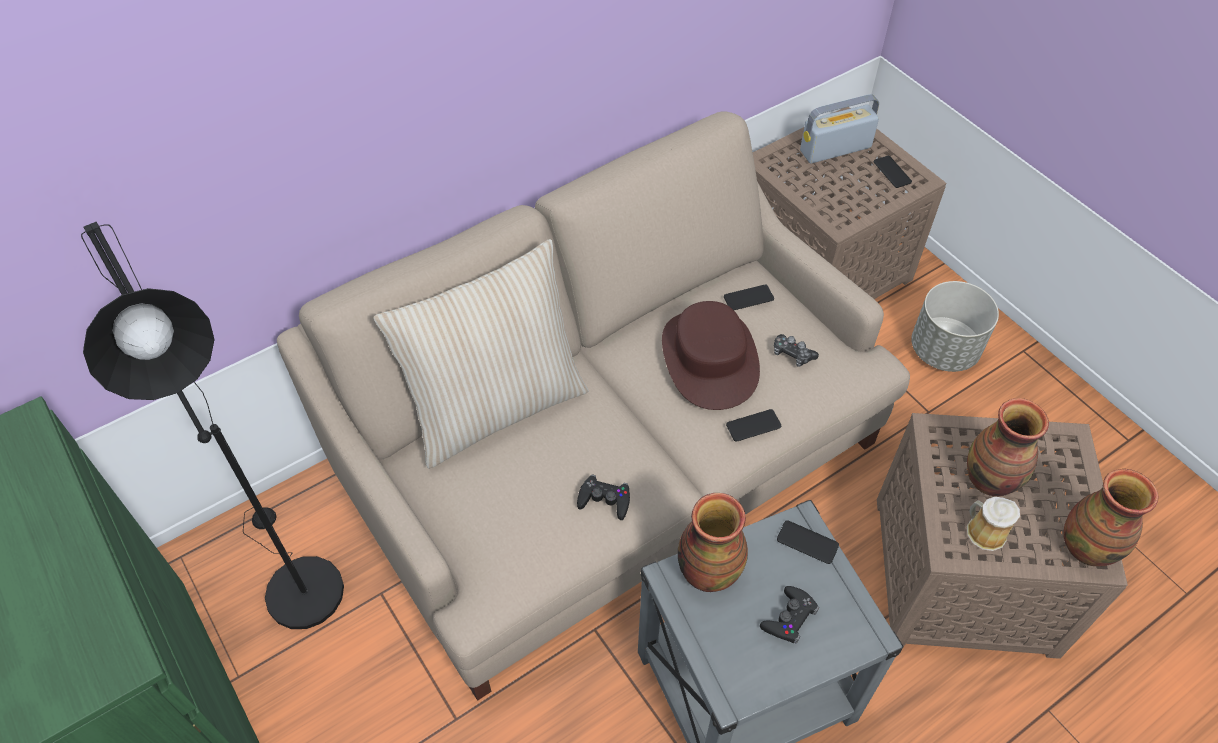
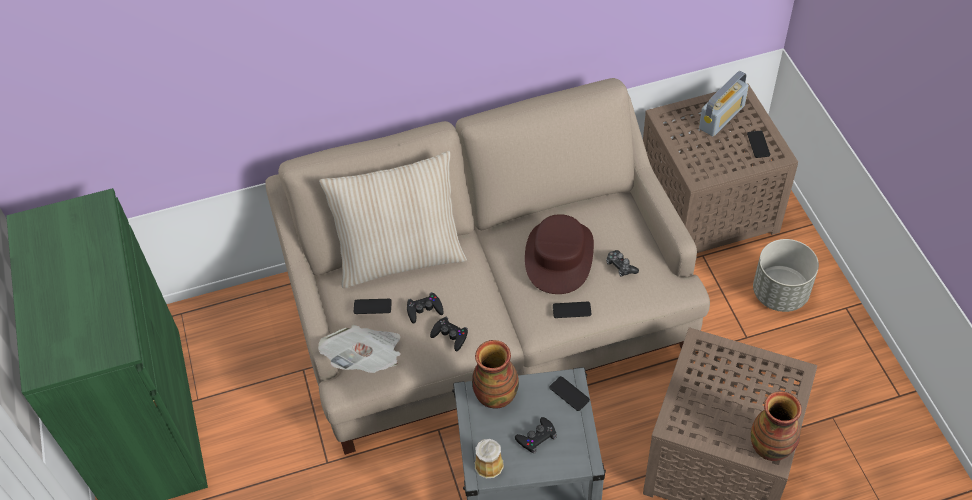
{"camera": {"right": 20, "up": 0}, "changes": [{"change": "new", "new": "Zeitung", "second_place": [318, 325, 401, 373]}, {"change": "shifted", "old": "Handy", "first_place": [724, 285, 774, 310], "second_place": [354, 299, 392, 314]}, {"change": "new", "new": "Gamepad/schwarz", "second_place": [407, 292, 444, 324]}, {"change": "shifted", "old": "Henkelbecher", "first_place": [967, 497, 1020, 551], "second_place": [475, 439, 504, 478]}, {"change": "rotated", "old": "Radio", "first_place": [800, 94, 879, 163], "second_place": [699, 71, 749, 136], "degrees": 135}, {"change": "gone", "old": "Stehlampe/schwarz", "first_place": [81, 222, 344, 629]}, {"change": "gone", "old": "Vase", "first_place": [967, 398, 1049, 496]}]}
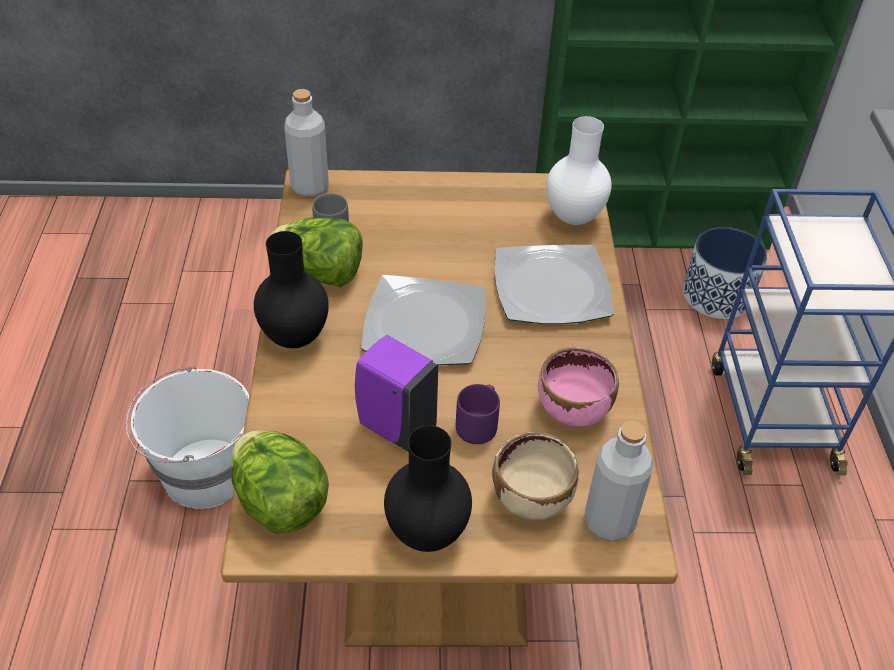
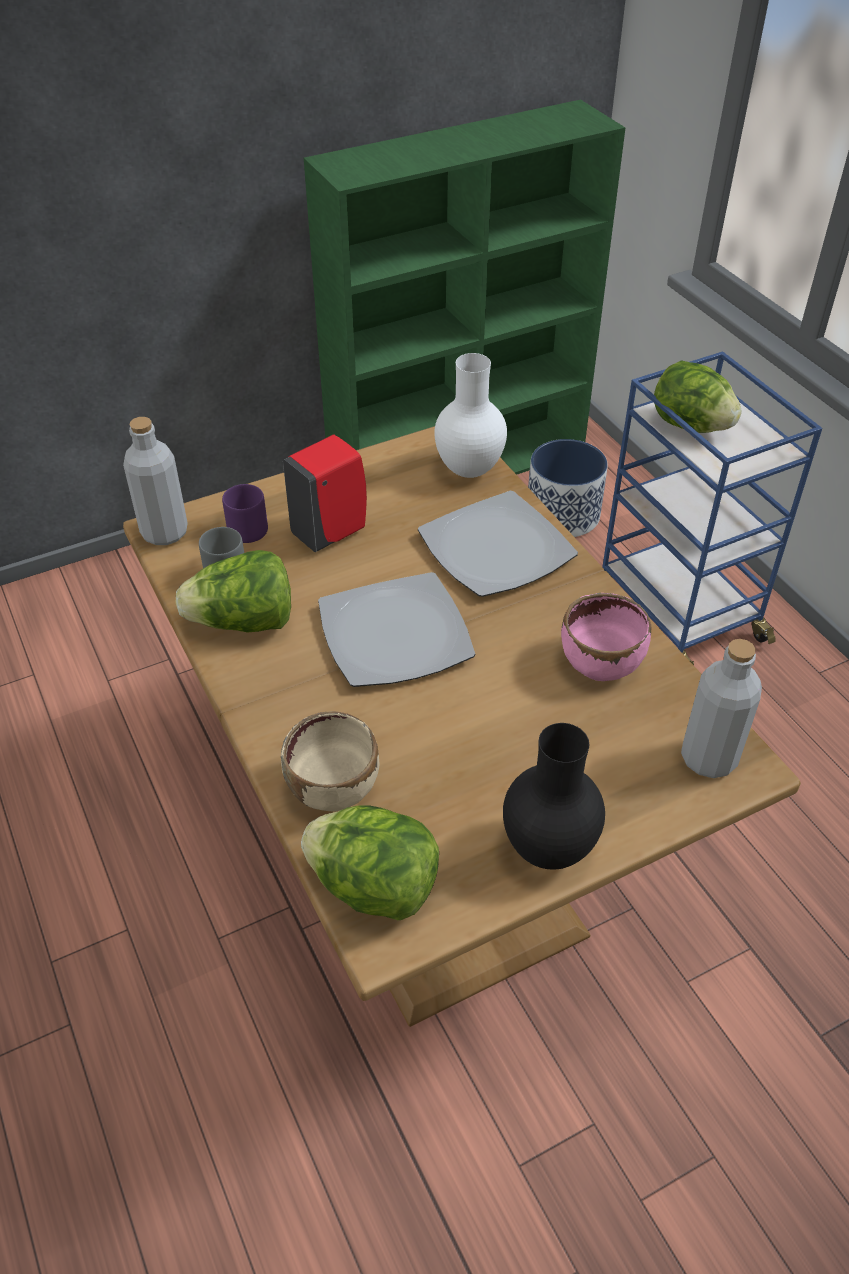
{"camera": {"right": -25, "up": 0}, "changes": [{"change": "shifted", "old": "Henkelbecher/lila", "first_place": [456, 384, 500, 444], "second_place": [222, 484, 268, 543]}, {"change": "shifted", "old": "Schüssel/beige", "first_place": [492, 432, 579, 520], "second_place": [281, 711, 379, 811]}, {"change": "new", "new": "Seifenspender/rot", "second_place": [283, 435, 367, 552]}, {"change": "new", "new": "Salatkopf", "second_place": [654, 360, 742, 433]}, {"change": "gone", "old": "Eimer/weiß", "first_place": [126, 366, 249, 509]}, {"change": "gone", "old": "Vase/schwarz", "first_place": [254, 231, 329, 348]}, {"change": "gone", "old": "Seifenspender/lila", "first_place": [355, 335, 439, 452]}]}
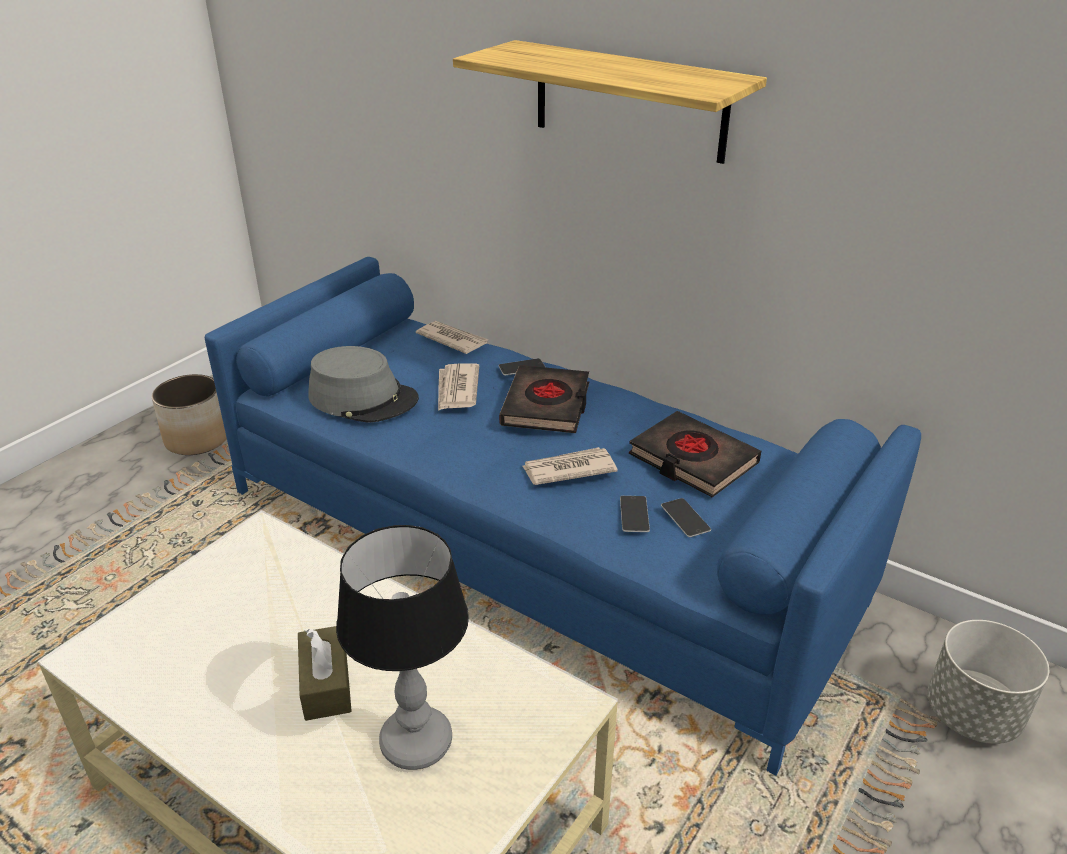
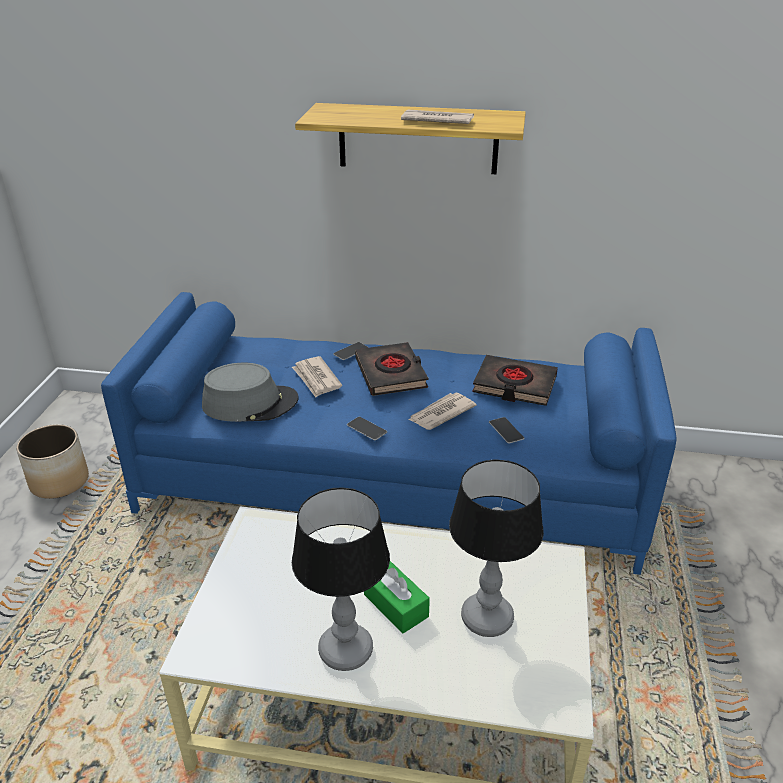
{"camera": {"right": -25, "up": 0}, "changes": [{"change": "new", "new": "Tischlampe", "second_place": [292, 487, 390, 671]}, {"change": "shifted", "old": "Handy", "first_place": [661, 498, 711, 537], "second_place": [347, 417, 387, 441]}, {"change": "repainted", "old": "Taschentuchbox/braun", "new": "Taschentuchbox/grün", "first_place": [298, 626, 352, 721], "second_place": [364, 561, 430, 634]}, {"change": "shifted", "old": "Zeitung", "first_place": [416, 321, 488, 354], "second_place": [401, 109, 474, 124]}, {"change": "gone", "old": "Pflanzkübel/grau", "first_place": [927, 620, 1049, 744]}]}
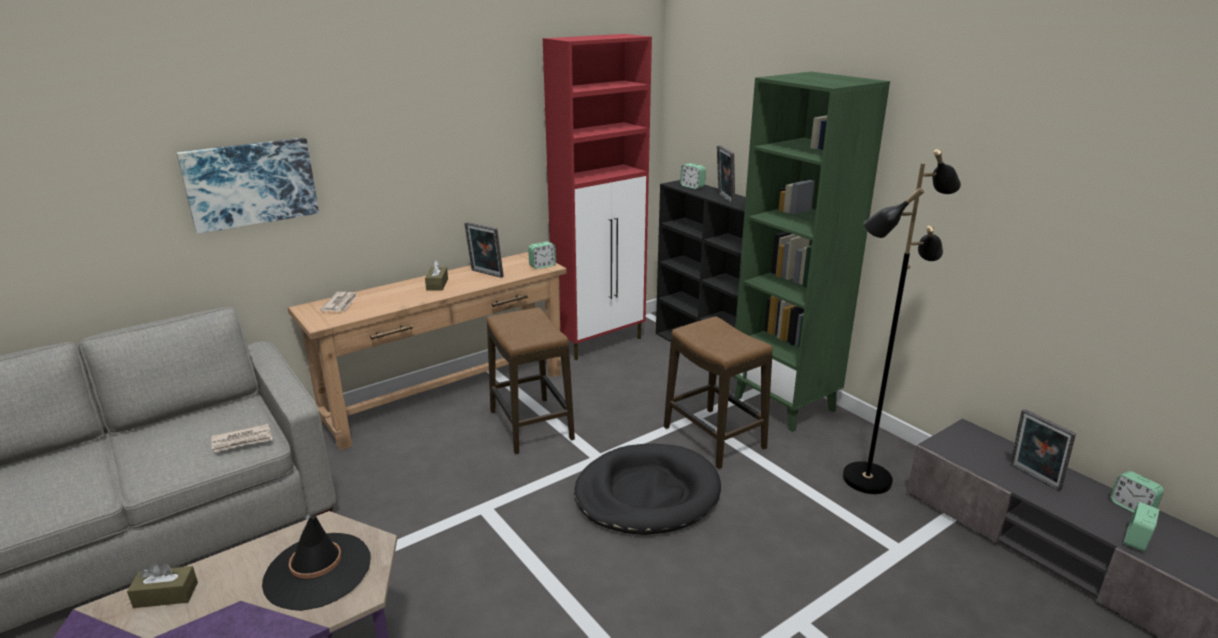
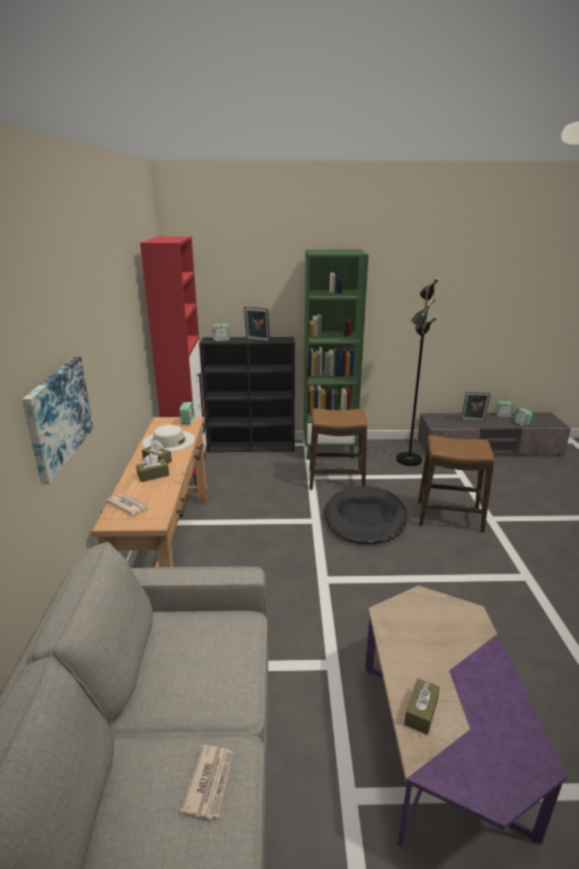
{"camera": {"right": -55, "up": 0}, "changes": [{"change": "new", "new": "Taschentuchbox/braun", "second_place": [136, 453, 169, 482]}, {"change": "swapped", "old": "Bilderrahmen", "new": "Hut/weiß", "first_place": [464, 222, 504, 278], "second_place": [142, 425, 195, 452]}, {"change": "shifted", "old": "Zeitung", "first_place": [212, 424, 272, 452], "second_place": [180, 745, 233, 819]}, {"change": "shifted", "old": "Hocker", "first_place": [486, 307, 575, 454], "second_place": [418, 435, 494, 532]}, {"change": "gone", "old": "Hut/schwarz", "first_place": [262, 515, 371, 611]}]}
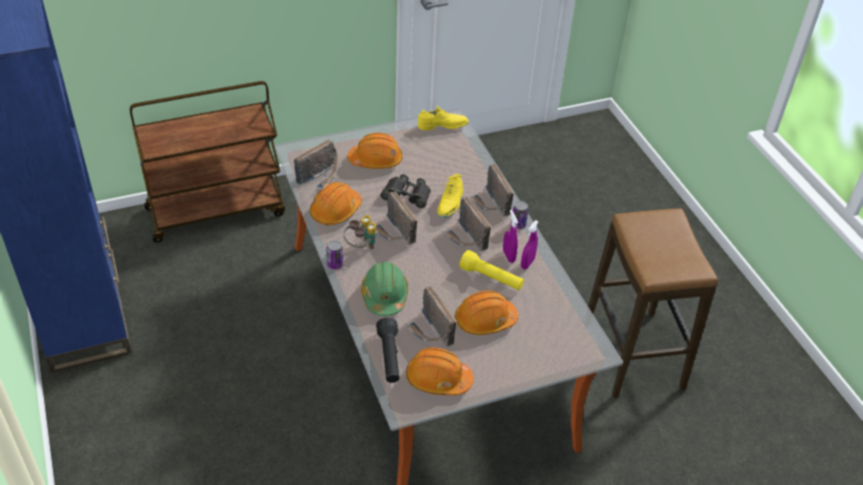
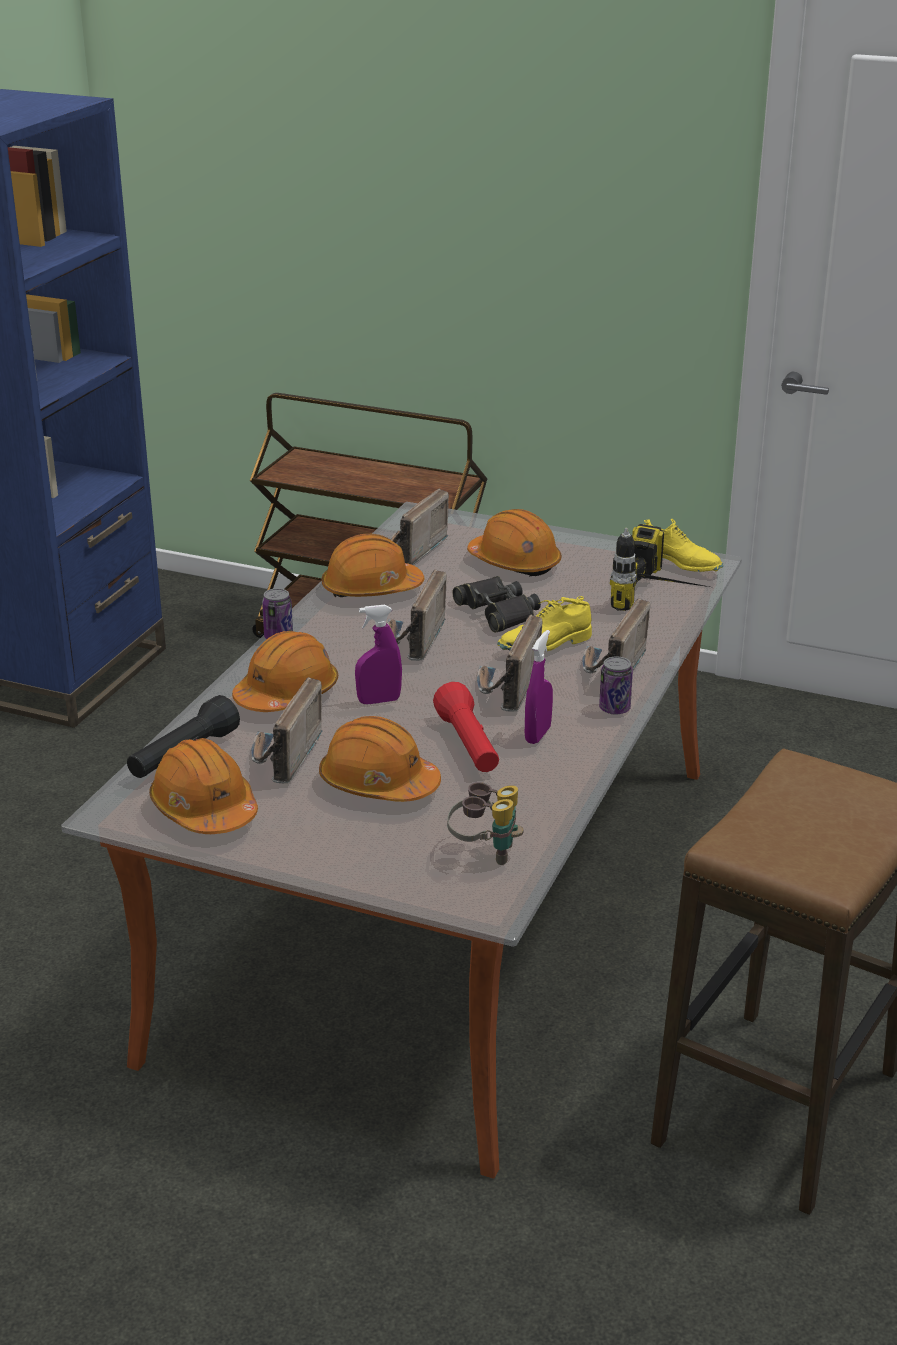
{"camera": {"right": 45, "up": -15}, "changes": [{"change": "repainted", "old": "Schutzhelm/grün", "new": "Schutzhelm/orange", "first_place": [361, 261, 408, 316], "second_place": [232, 631, 338, 712]}, {"change": "shifted", "old": "Sprühflasche/lila", "first_place": [521, 220, 538, 269], "second_place": [355, 605, 402, 704]}, {"change": "rotated", "old": "Radio", "first_place": [294, 140, 338, 190], "second_place": [390, 489, 449, 565], "degrees": 120}, {"change": "repainted", "old": "Taschenlampe/gelb", "new": "Taschenlampe/rot", "first_place": [459, 250, 524, 290], "second_place": [433, 682, 499, 772]}, {"change": "shifted", "old": "Fernglas", "first_place": [343, 215, 377, 250], "second_place": [447, 782, 524, 865]}, {"change": "new", "new": "Bohrmaschine", "second_place": [610, 524, 709, 611]}]}
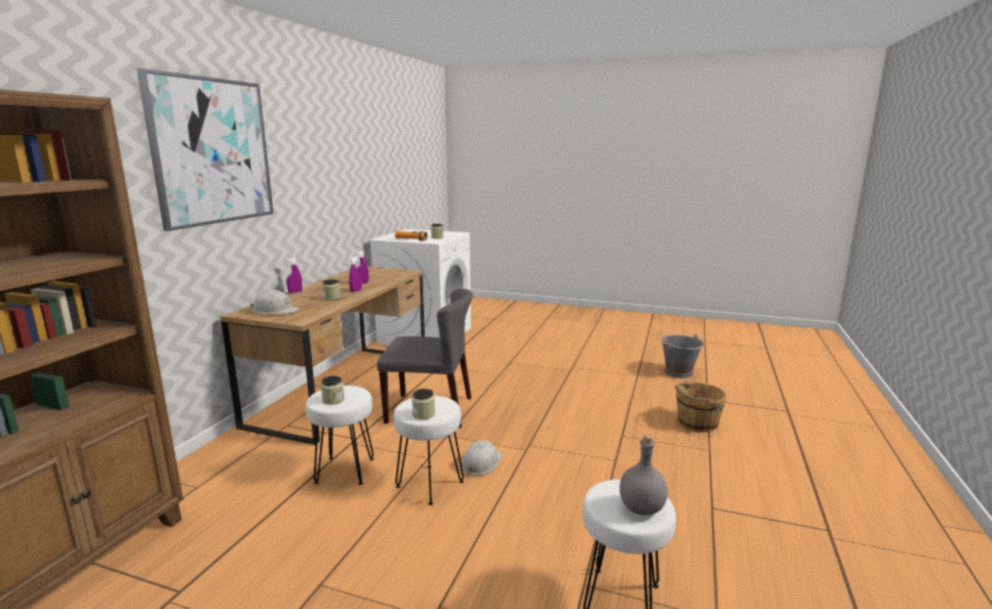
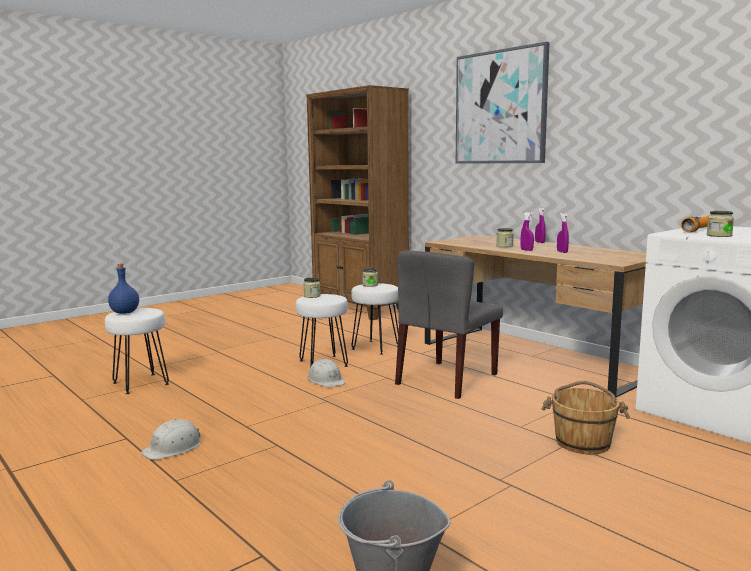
{"camera": {"right": 120, "up": -5}, "changes": [{"change": "repainted", "old": "Flasche/grau", "new": "Flasche/blau", "first_place": [619, 434, 668, 515], "second_place": [108, 264, 139, 314]}, {"change": "shifted", "old": "Schutzhelm/weiß", "first_place": [250, 290, 300, 314], "second_place": [141, 419, 201, 460]}, {"change": "shifted", "old": "Eimer/braun", "first_place": [675, 381, 727, 432], "second_place": [542, 381, 630, 454]}]}
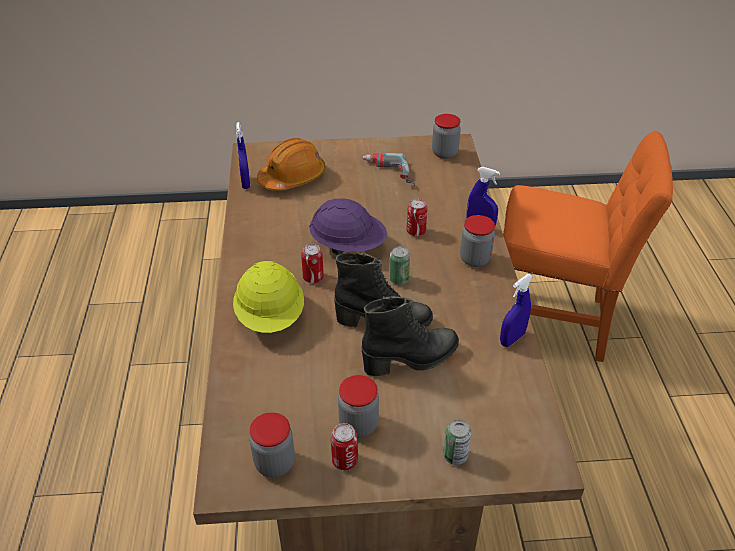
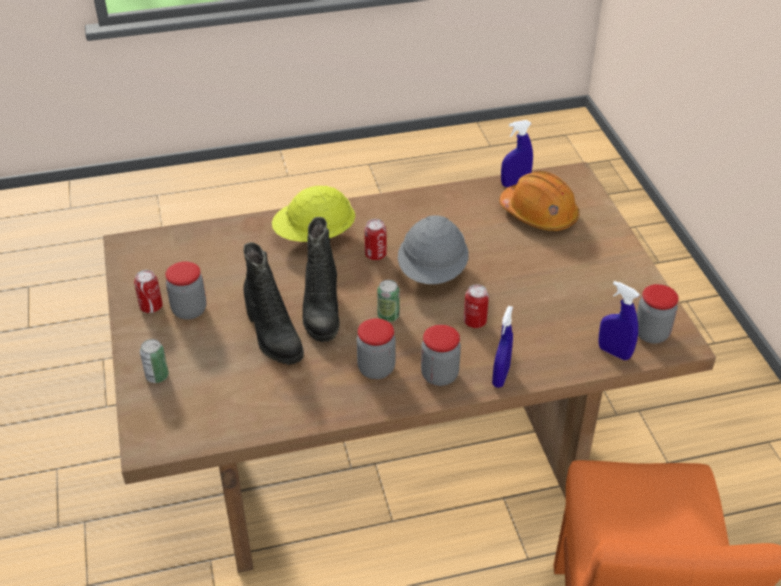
{"camera": {"right": 80, "up": 0}, "changes": [{"change": "shifted", "old": "Vorratsglas", "first_place": [250, 412, 295, 477], "second_place": [357, 318, 396, 379]}, {"change": "repainted", "old": "Schutzhelm/lila", "new": "Schutzhelm/grau", "first_place": [309, 198, 387, 255], "second_place": [398, 215, 469, 284]}, {"change": "shifted", "old": "Sprühflasche/blau", "first_place": [500, 274, 533, 347], "second_place": [599, 281, 640, 360]}, {"change": "gone", "old": "Bohrmaschine", "first_place": [362, 153, 415, 187]}]}
